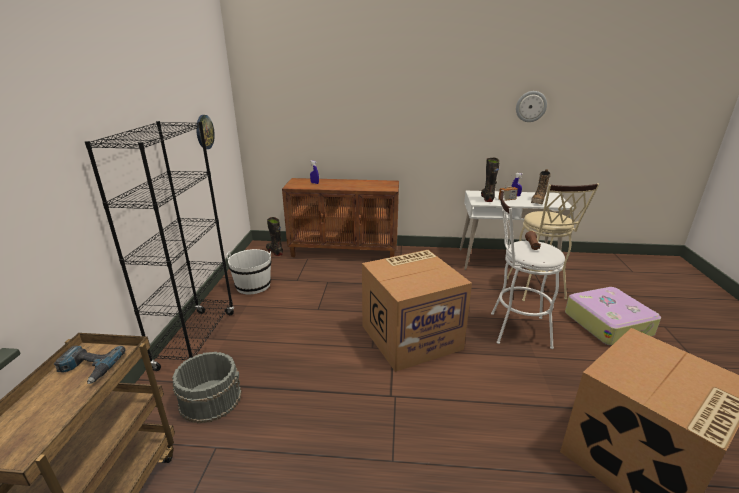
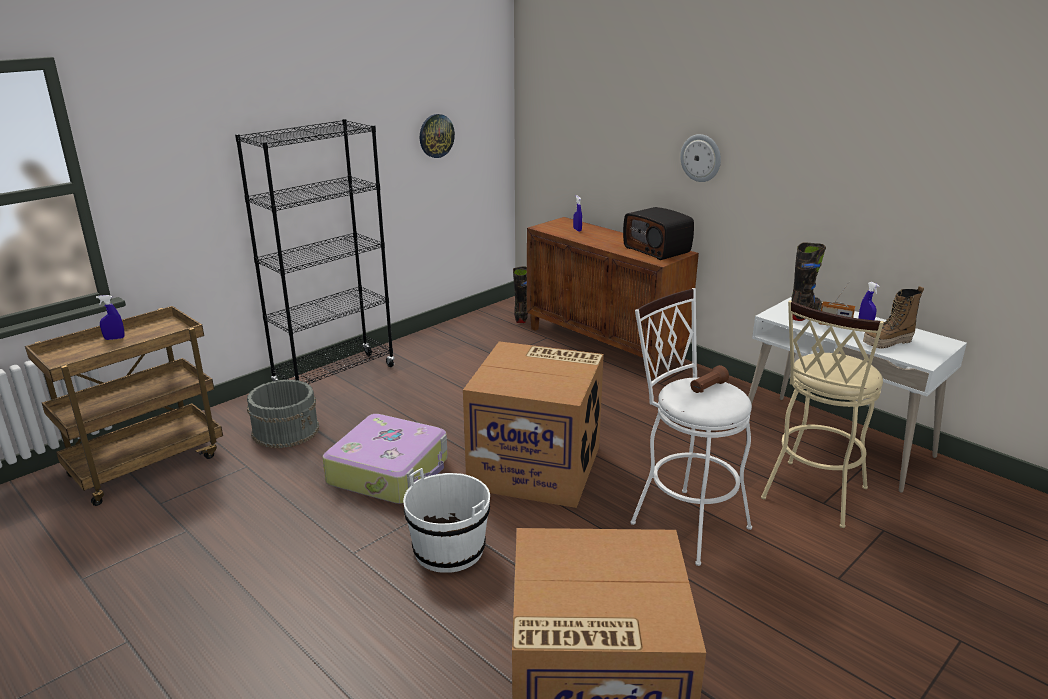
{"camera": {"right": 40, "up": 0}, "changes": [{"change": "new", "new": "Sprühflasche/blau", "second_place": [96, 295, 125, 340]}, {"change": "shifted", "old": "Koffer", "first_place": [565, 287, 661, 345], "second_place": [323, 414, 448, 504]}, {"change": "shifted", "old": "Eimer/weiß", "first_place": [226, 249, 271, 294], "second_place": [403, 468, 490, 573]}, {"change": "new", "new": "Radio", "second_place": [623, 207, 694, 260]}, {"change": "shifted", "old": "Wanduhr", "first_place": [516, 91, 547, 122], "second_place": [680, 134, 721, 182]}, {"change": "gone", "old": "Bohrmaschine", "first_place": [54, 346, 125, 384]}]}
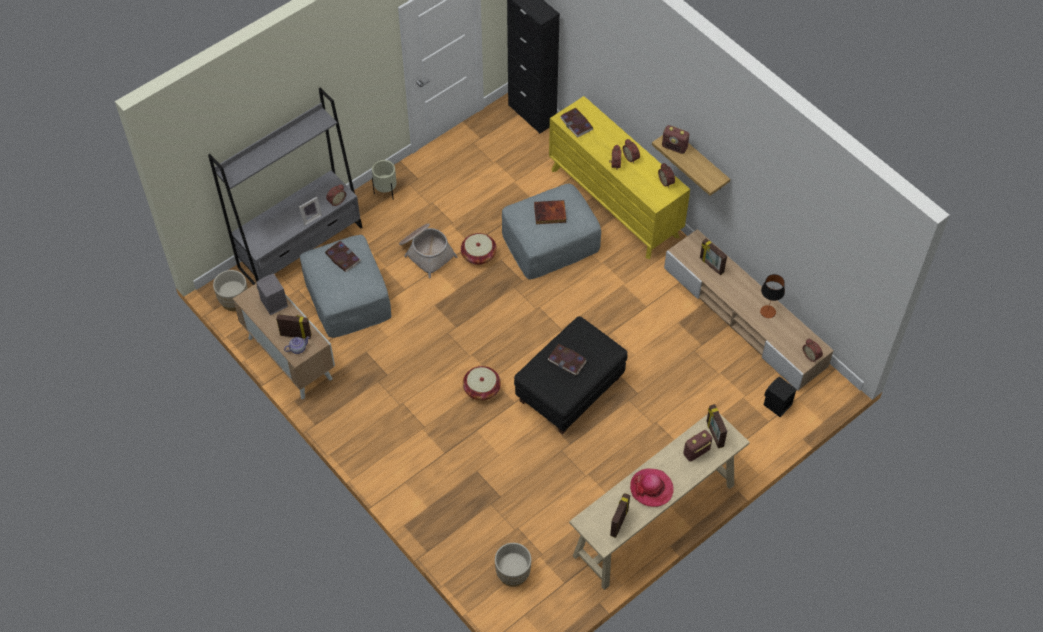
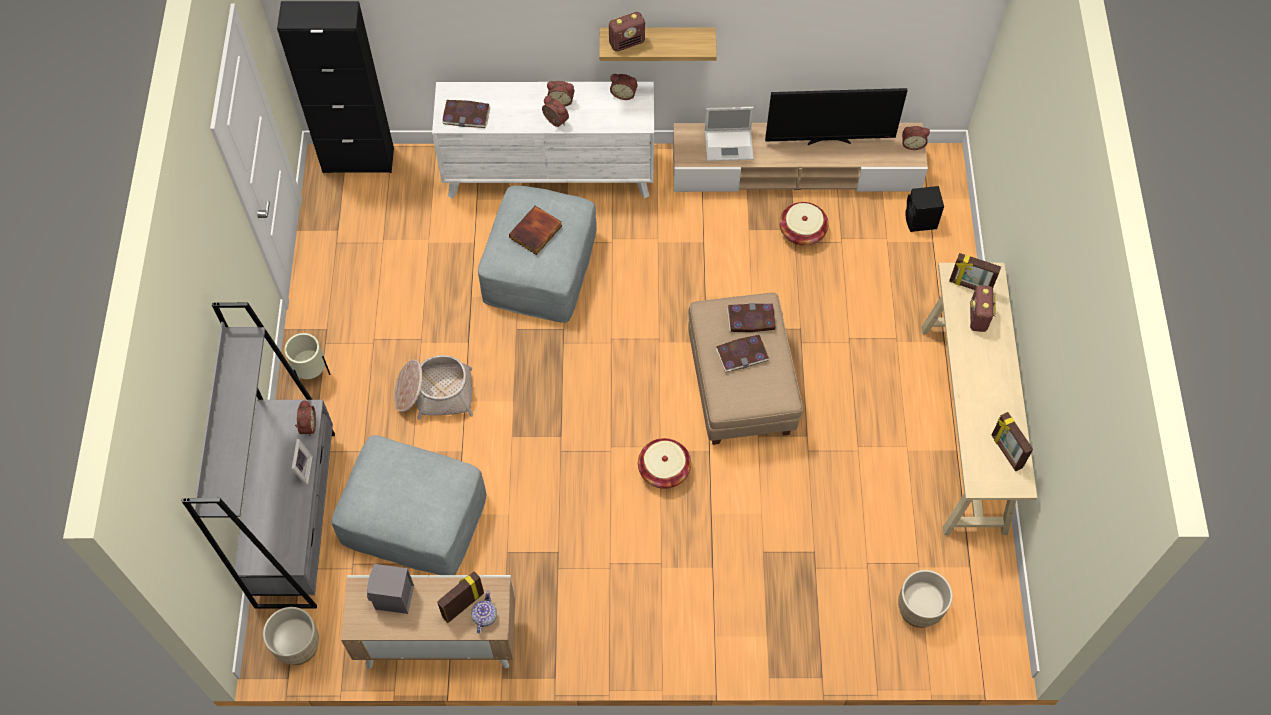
{"camera": {"right": -50, "up": 5}, "changes": [{"change": "repainted", "old": "Kommode/gelb", "new": "Kommode/weiß", "first_place": [549, 96, 690, 259], "second_place": [432, 82, 654, 199]}, {"change": "repainted", "old": "Polsterhocker/schwarz", "new": "Polsterhocker/beige", "first_place": [514, 316, 628, 435], "second_place": [688, 293, 803, 445]}, {"change": "swapped", "old": "Bilderrahmen", "new": "Laptop", "first_place": [700, 238, 727, 275], "second_place": [705, 107, 754, 161]}, {"change": "shifted", "old": "Buch", "first_place": [325, 241, 361, 272], "second_place": [727, 303, 776, 332]}, {"change": "swapped", "old": "Tischlampe", "new": "Fernseher", "first_place": [760, 274, 785, 318], "second_place": [765, 88, 908, 145]}, {"change": "shifted", "old": "Korb", "first_place": [461, 233, 497, 265], "second_place": [779, 202, 829, 246]}, {"change": "gone", "old": "Hut", "first_place": [630, 468, 674, 507]}]}
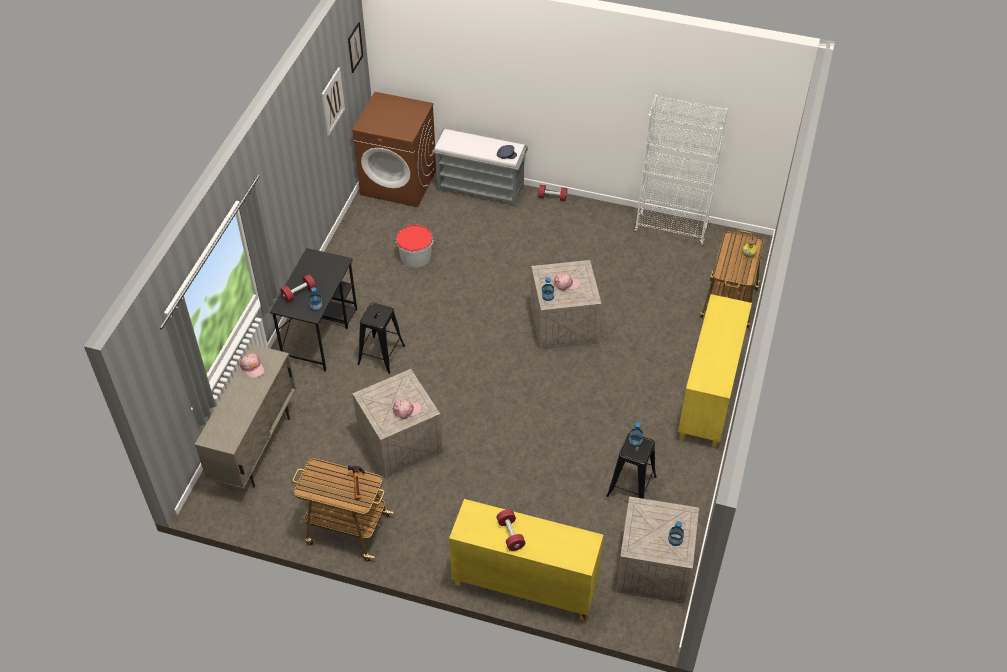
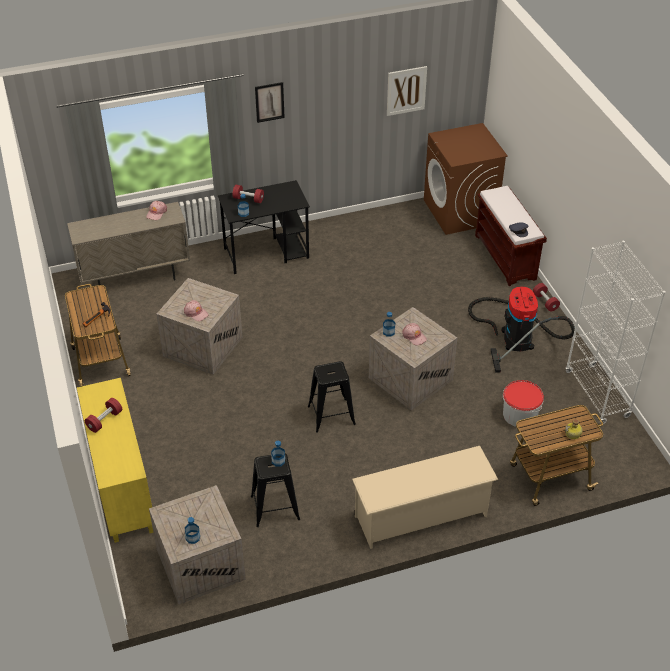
{"camera": {"right": 55, "up": -5}, "changes": [{"change": "shifted", "old": "Bild", "first_place": [348, 22, 363, 73], "second_place": [255, 82, 285, 123]}, {"change": "shifted", "old": "Hocker/schwarz", "first_place": [358, 302, 405, 374], "second_place": [308, 361, 356, 433]}, {"change": "swapped", "old": "Schrank/gelb", "new": "Schuhregal/beige", "first_place": [678, 294, 752, 448], "second_place": [352, 446, 498, 549]}, {"change": "new", "new": "Staubsauger", "second_place": [468, 287, 575, 373]}, {"change": "repainted", "old": "Bank/grau", "new": "Bank/braun", "first_place": [432, 129, 528, 207], "second_place": [475, 186, 547, 286]}, {"change": "shifted", "old": "Eimer", "first_place": [396, 225, 433, 268], "second_place": [503, 380, 544, 427]}]}
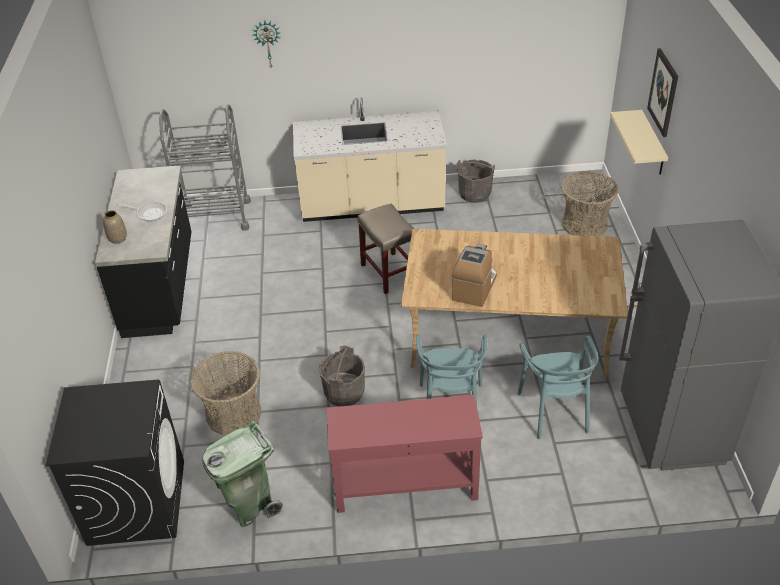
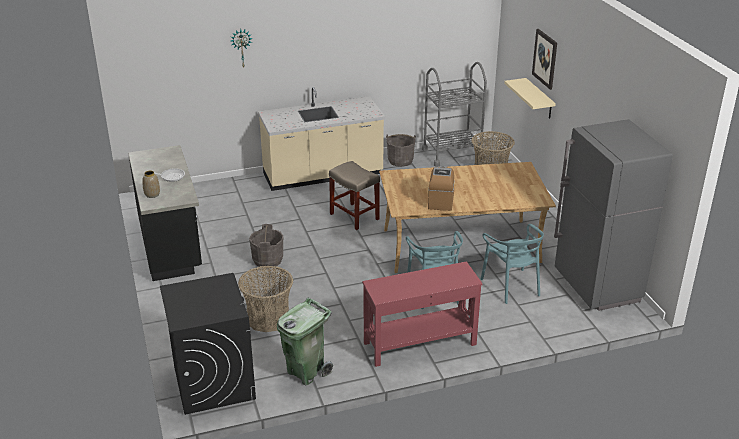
{"camera": {"right": -15, "up": -10}, "changes": [{"change": "shifted", "old": "Eimer/grau", "first_place": [319, 345, 365, 406], "second_place": [249, 224, 283, 267]}, {"change": "shifted", "old": "Rollwagen/grau", "first_place": [159, 104, 251, 231], "second_place": [422, 62, 487, 167]}]}
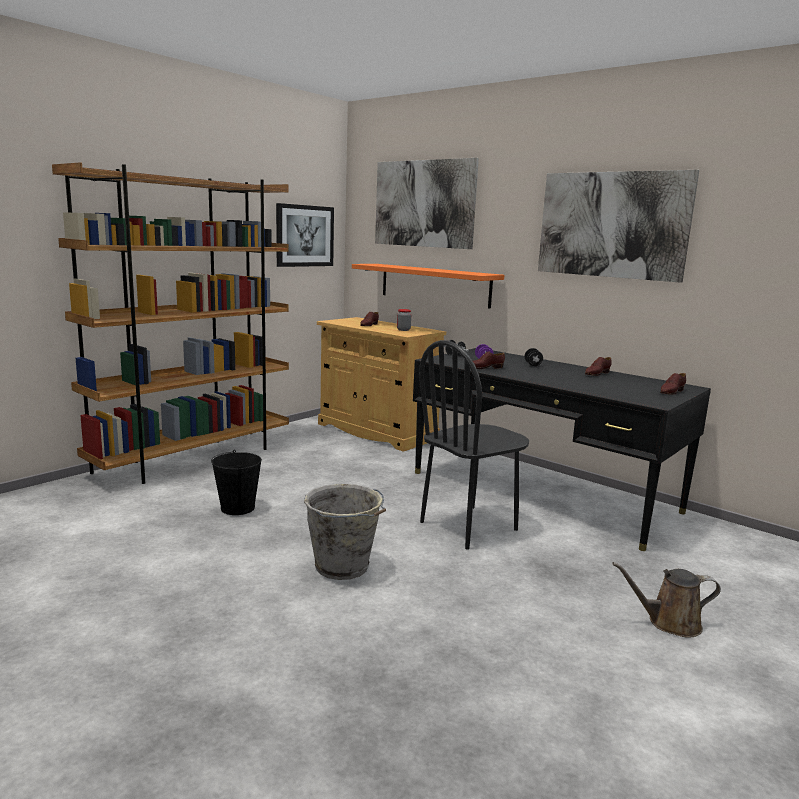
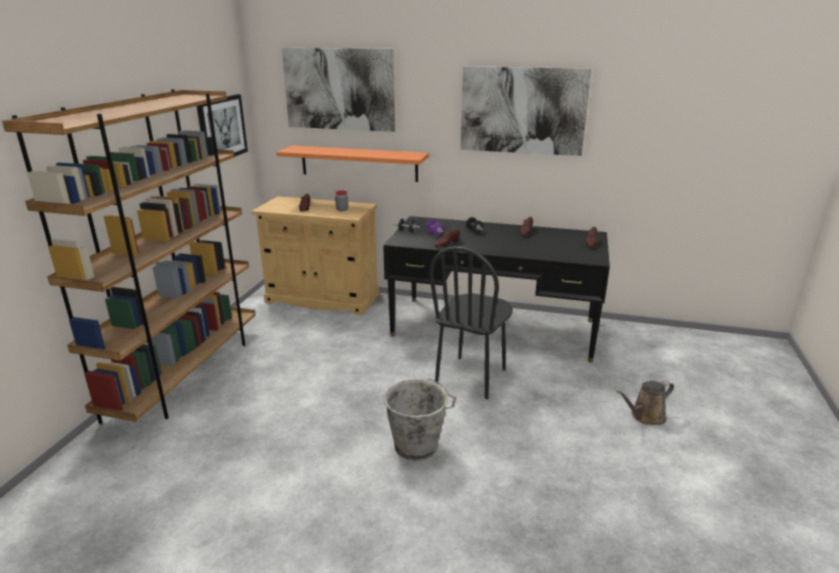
{"camera": {"right": -25, "up": 10}, "changes": [{"change": "gone", "old": "Eimer/schwarz", "first_place": [211, 450, 262, 515]}]}
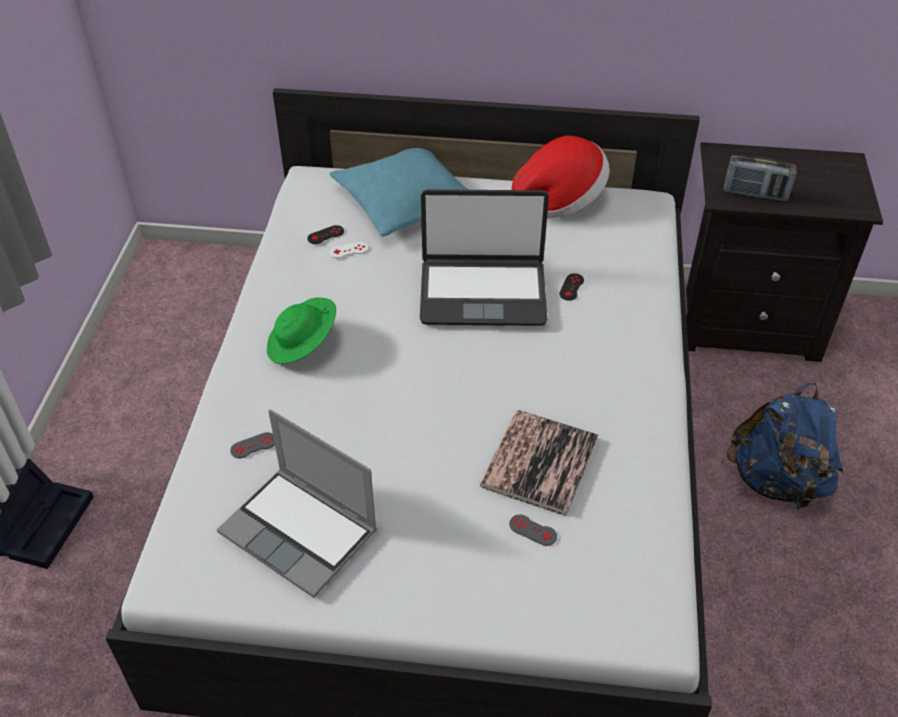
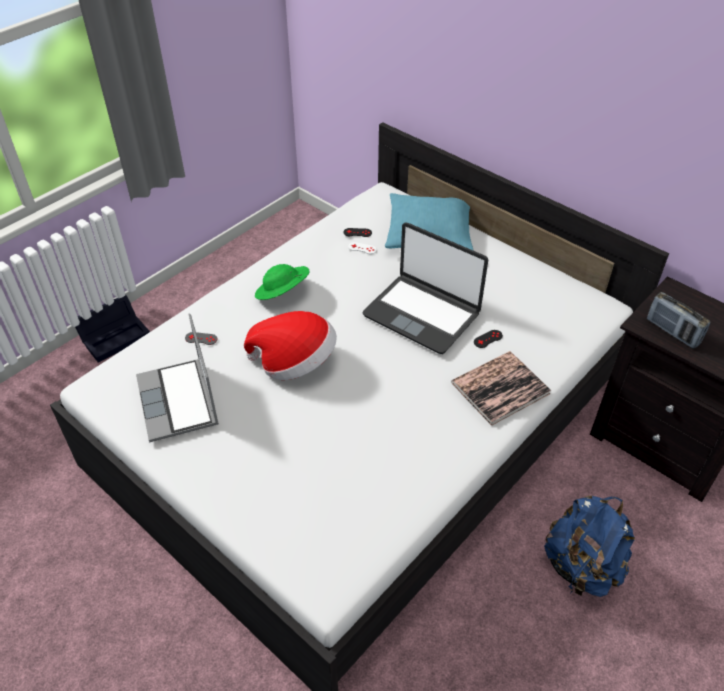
{"camera": {"right": 35, "up": 0}, "changes": [{"change": "shifted", "old": "Hut", "first_place": [511, 136, 610, 219], "second_place": [244, 311, 337, 380]}, {"change": "shifted", "old": "Buch", "first_place": [480, 410, 598, 516], "second_place": [451, 351, 551, 426]}, {"change": "gone", "old": "Gamepad/grau", "first_place": [509, 514, 557, 546]}]}
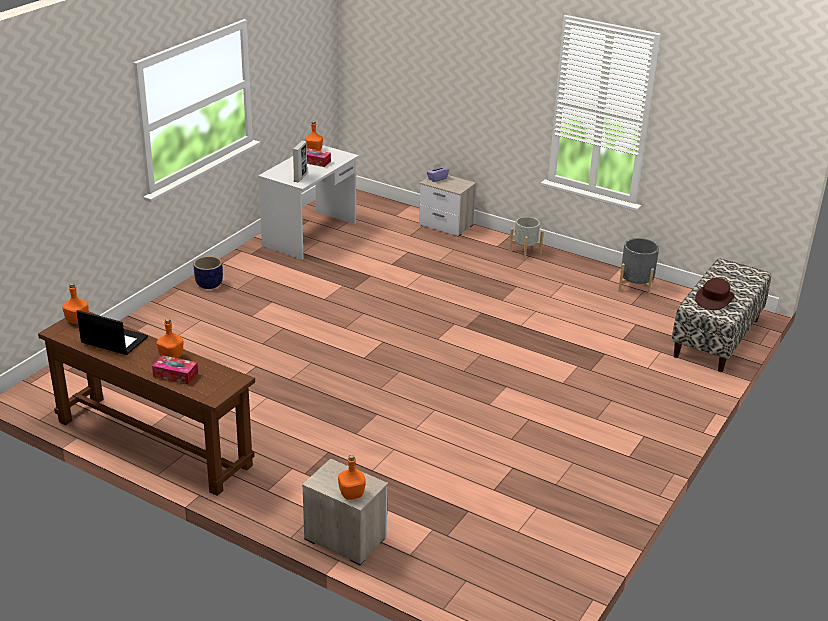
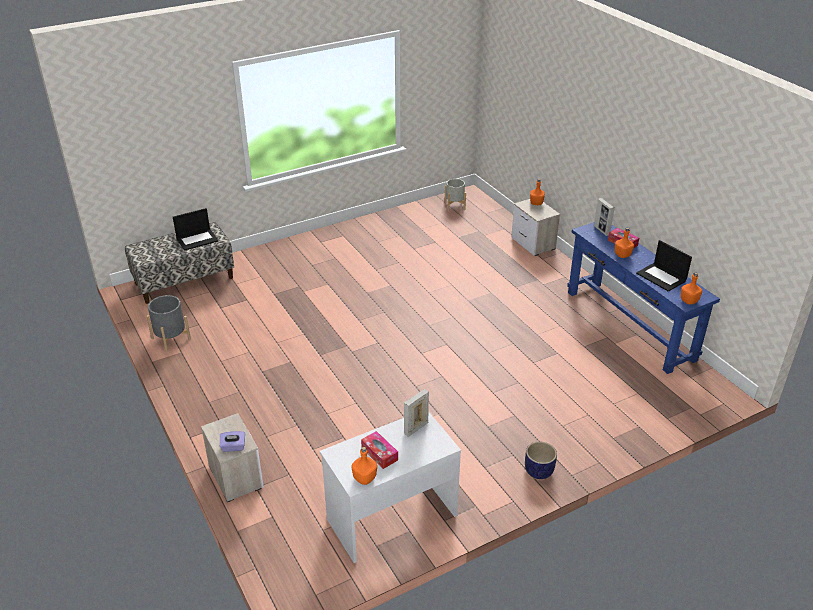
{"camera": {"right": -150, "up": 5}, "changes": [{"change": "swapped", "old": "Hut/braun", "new": "Laptop", "first_place": [695, 278, 734, 310], "second_place": [173, 208, 218, 251]}, {"change": "shifted", "old": "Pflanzkübel/grau", "first_place": [509, 217, 544, 260], "second_place": [444, 179, 466, 211]}, {"change": "repainted", "old": "Konsolentisch/braun", "new": "Konsolentisch/blau", "first_place": [38, 312, 255, 496], "second_place": [567, 222, 720, 374]}, {"change": "new", "new": "Bilderrahmen", "second_place": [594, 198, 615, 236]}]}
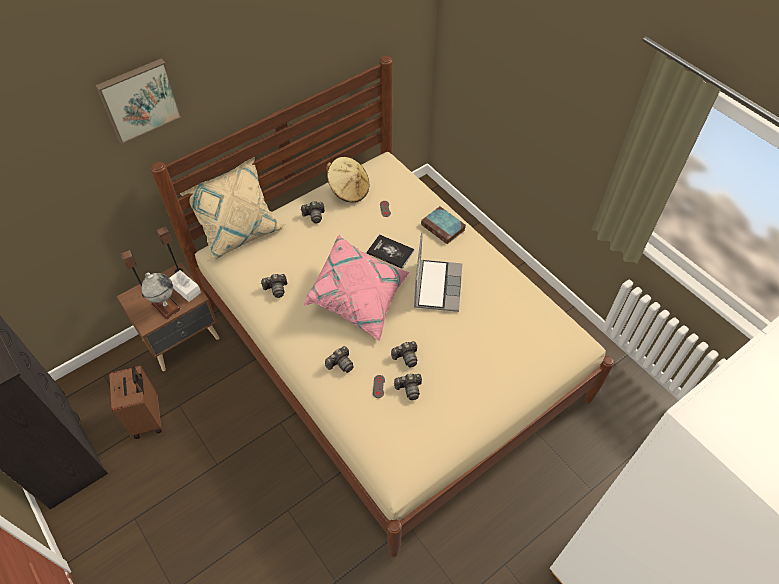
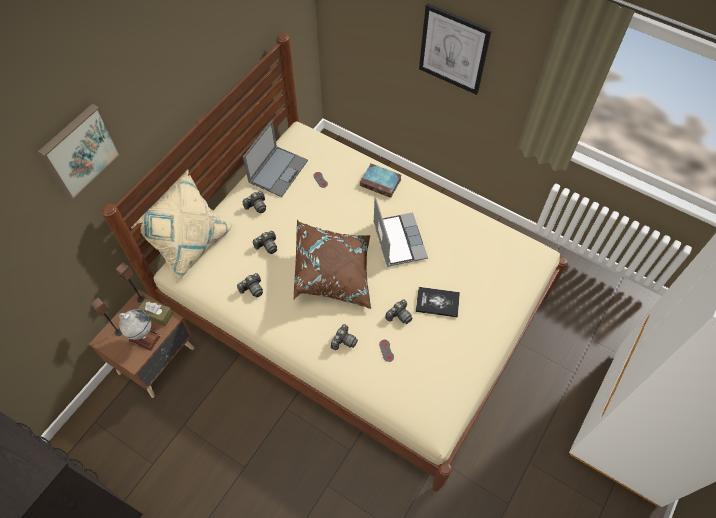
{"camera": {"right": -20, "up": 5}, "changes": [{"change": "repainted", "old": "Taschentuchbox/weiß", "new": "Taschentuchbox/braun", "first_place": [170, 270, 201, 302], "second_place": [138, 298, 173, 326]}, {"change": "swapped", "old": "Hut/beige", "new": "Laptop", "first_place": [326, 157, 369, 203], "second_place": [243, 120, 308, 197]}, {"change": "shifted", "old": "Kamera", "first_place": [394, 374, 422, 400], "second_place": [253, 231, 277, 254]}, {"change": "repainted", "old": "Kissen/rosa", "new": "Kissen/braun", "first_place": [303, 234, 410, 342], "second_place": [294, 219, 371, 309]}, {"change": "shifted", "old": "Buch", "first_place": [367, 234, 414, 269], "second_place": [416, 287, 460, 318]}, {"change": "new", "new": "Bild", "second_place": [419, 3, 492, 95]}, {"change": "gone", "old": "Koffer/braun", "first_place": [109, 365, 162, 439]}]}
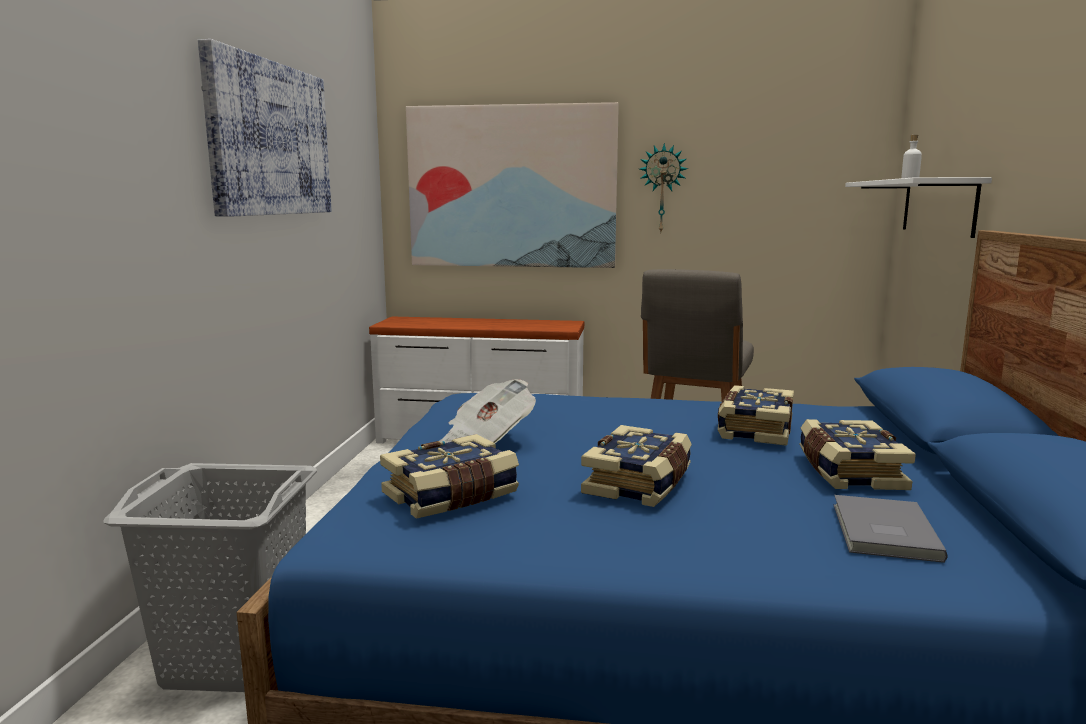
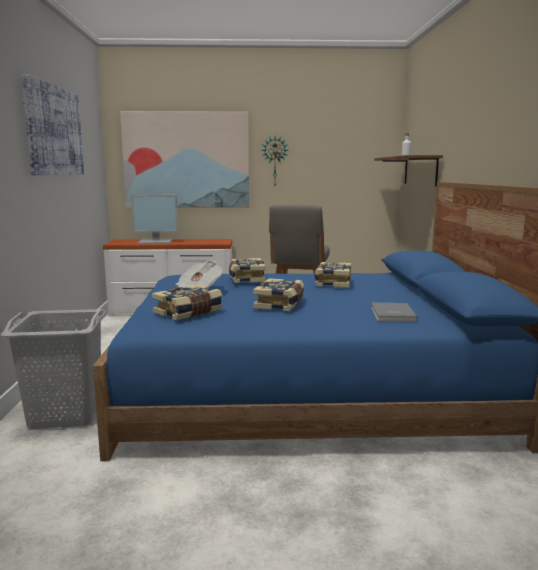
{"camera": {"right": -10, "up": 0}, "changes": [{"change": "new", "new": "Monitor", "second_place": [131, 195, 178, 244]}, {"change": "shifted", "old": "Buch", "first_place": [799, 419, 916, 490], "second_place": [229, 258, 266, 283]}, {"change": "repainted", "old": "Wandregal/weiß", "new": "Wandregal/braun", "first_place": [845, 177, 992, 238], "second_place": [374, 155, 443, 186]}]}
